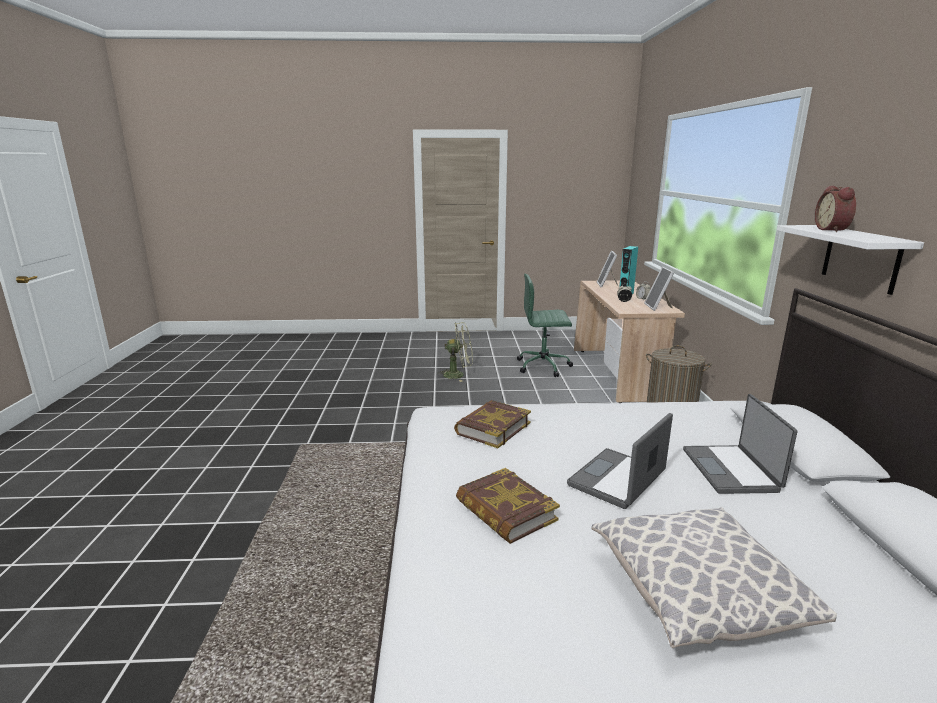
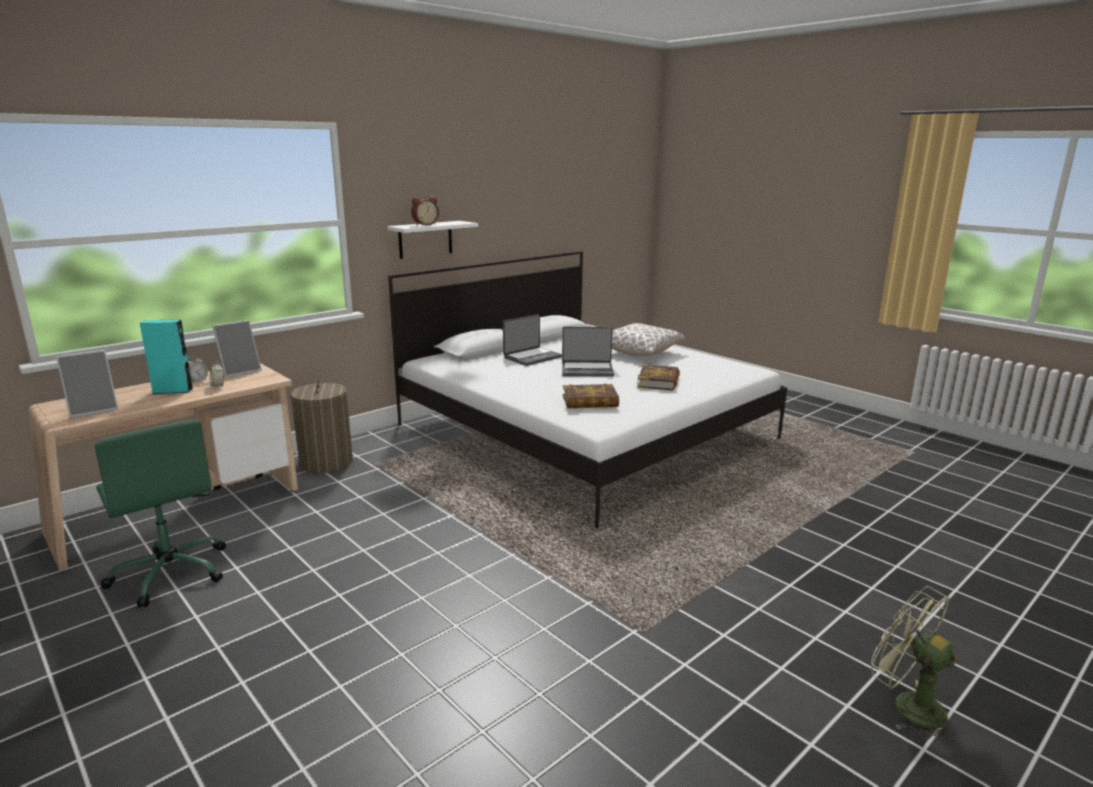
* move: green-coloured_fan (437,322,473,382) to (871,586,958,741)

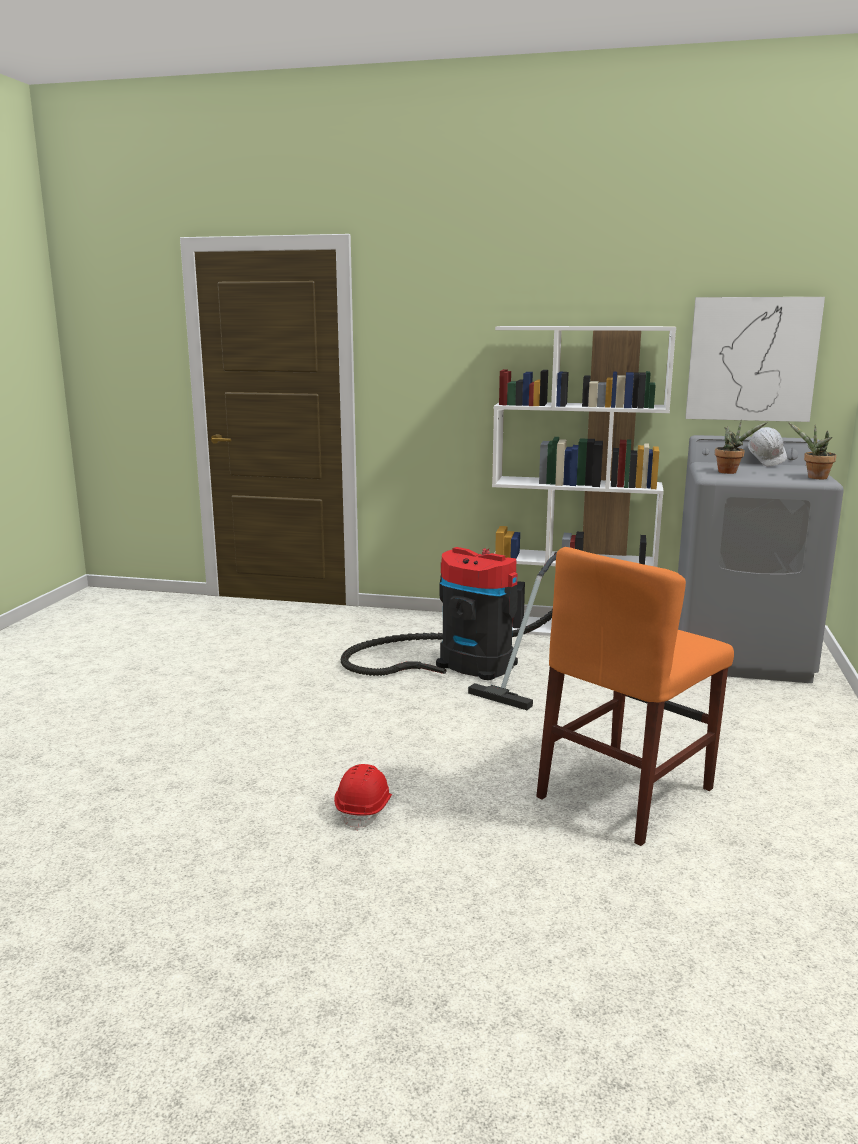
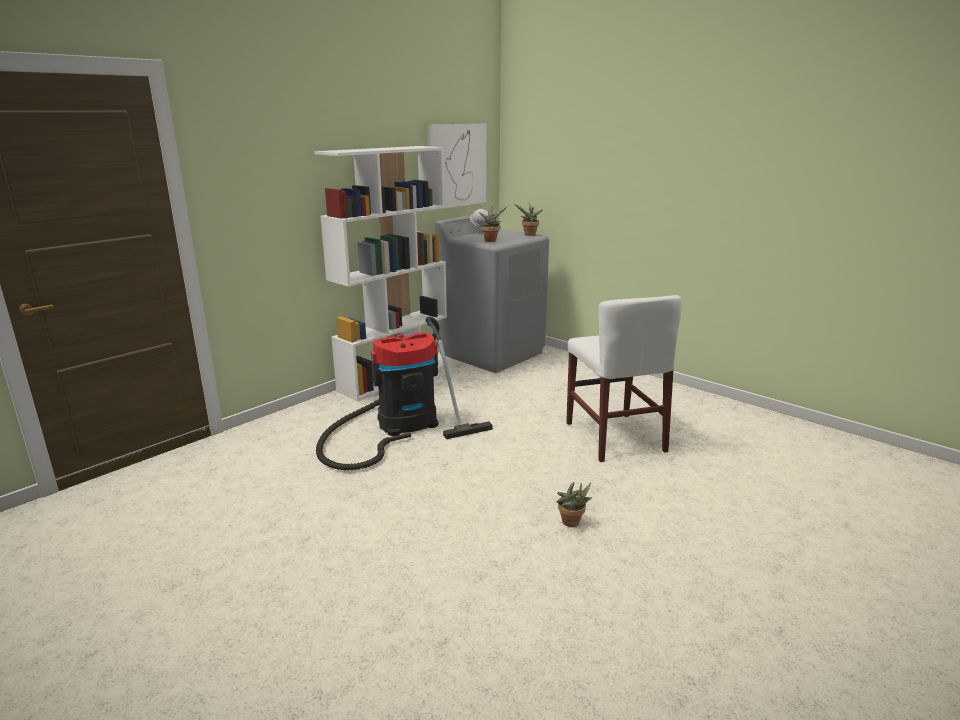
* replace: red-coloured_hard_hat (334,764,392,830) to plant_in_a_pot (556,482,593,527)
* recolor: orange-coloured_chair (536,547,734,846) to whitish_chair (566,295,682,462)

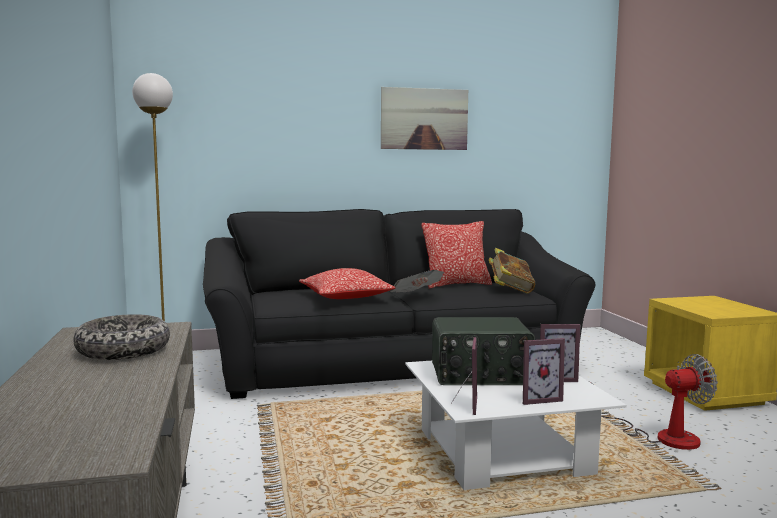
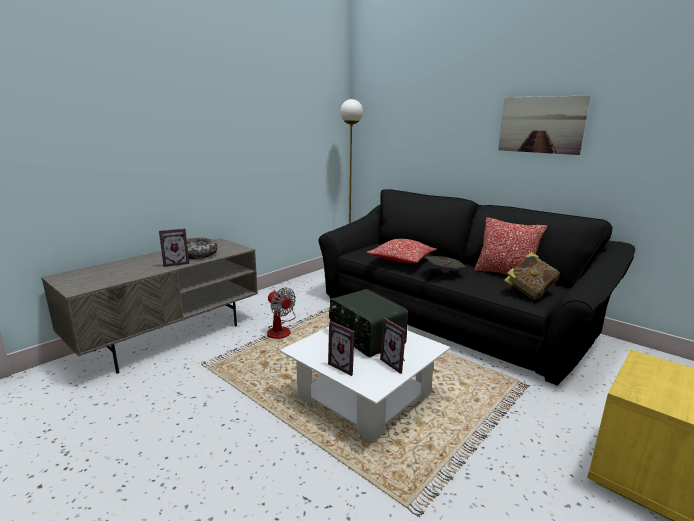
* move: standing_frame (451,337,477,415) to (159,229,189,267)
* move: fan (589,354,718,450) to (267,288,296,339)

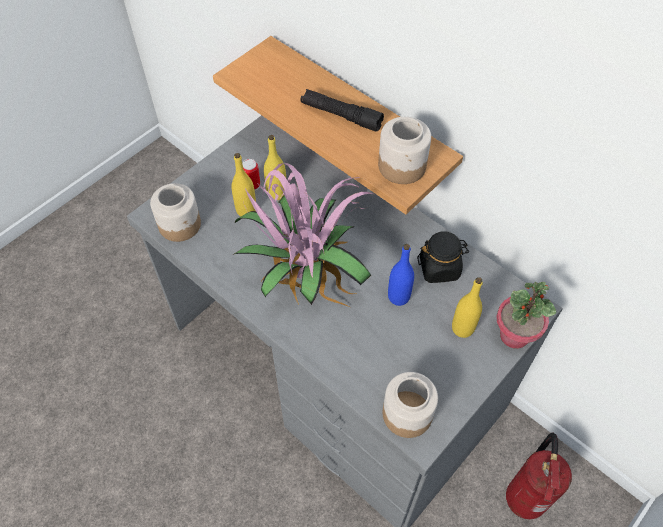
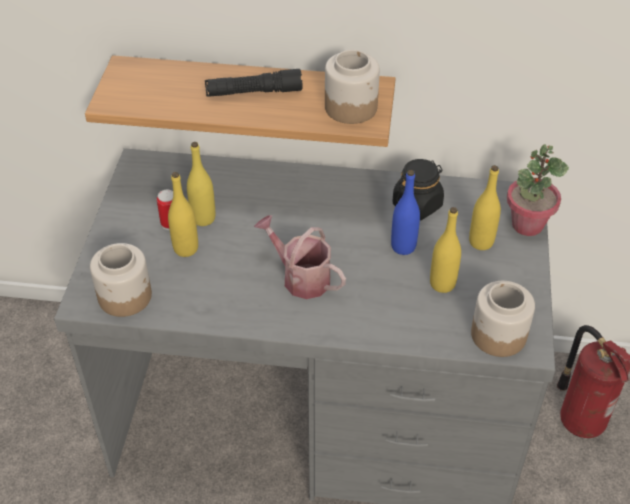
* replace: plant_in_a_pot (233,163,375,308) to sprinkling_can (254,215,346,299)
* insert: yellow_bottle (430,207,461,293)

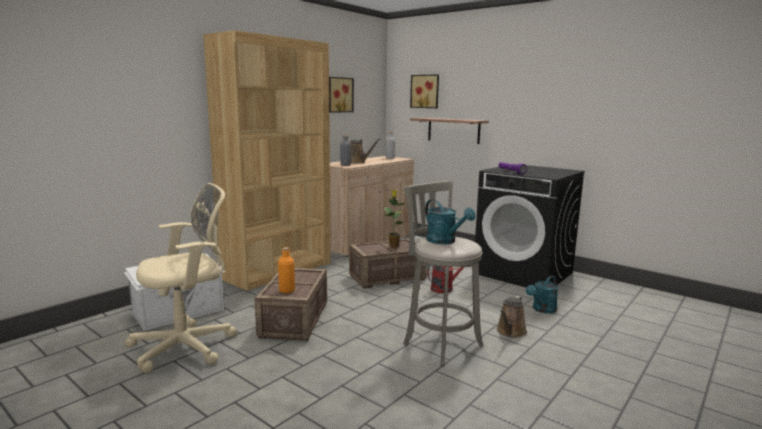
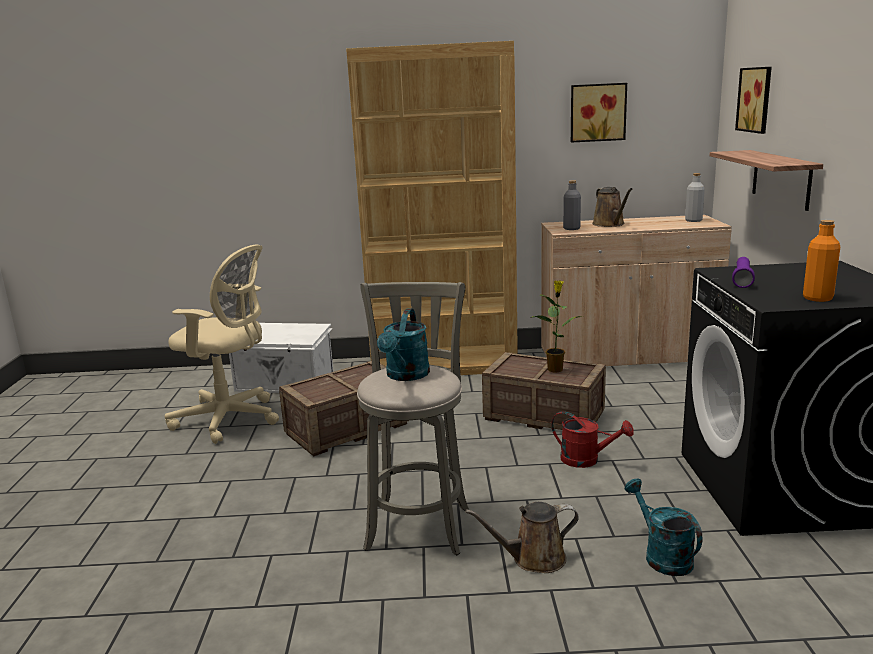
* rotate: turquoise_sprinkling_can (526,275,559,313) = (624,478,702,576) 60 degrees clockwise
* move: orange-coloured_bottle (278,247,295,293) to (803,220,840,302)

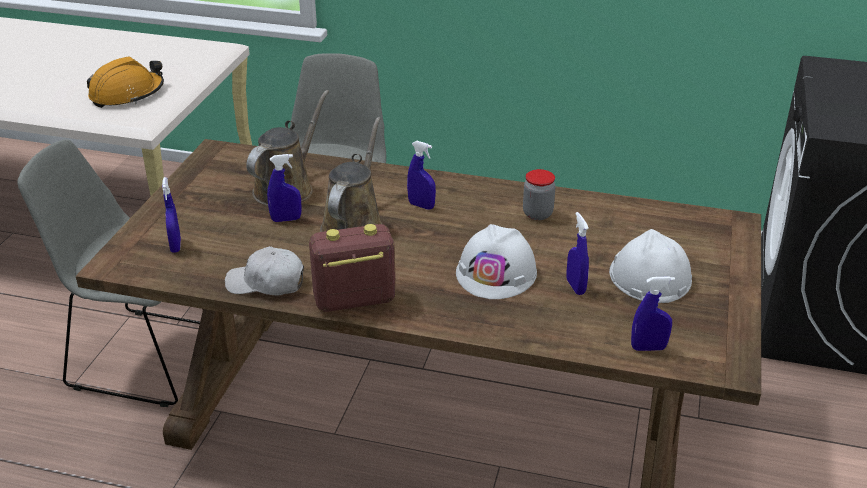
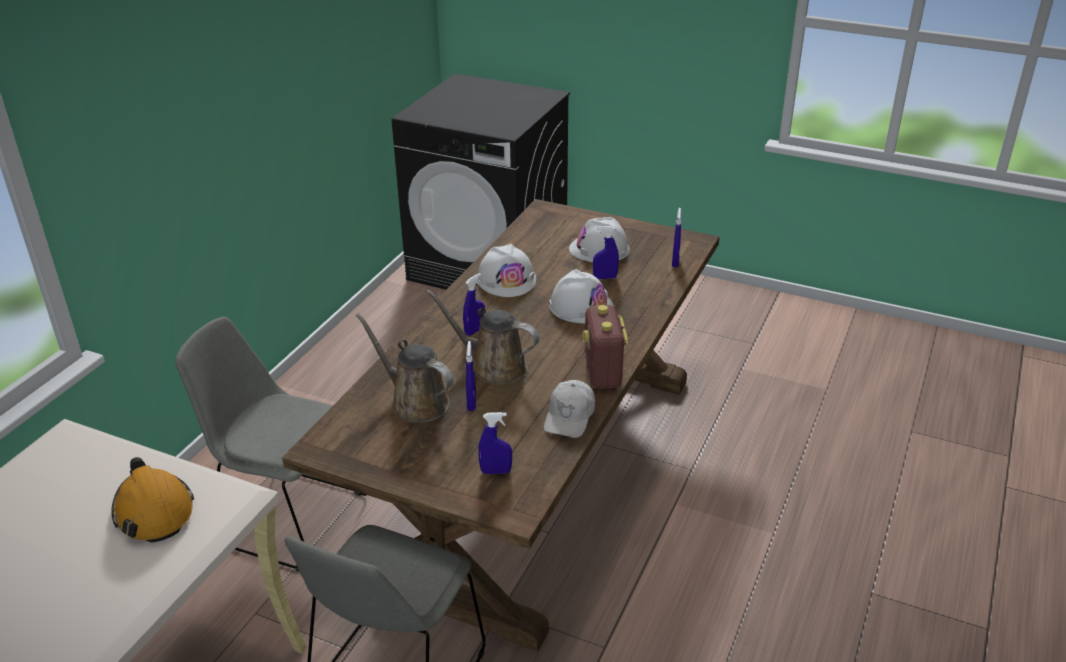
* replace: storage_jar (523,169,556,220) to whitish_hard_hat (478,244,537,297)

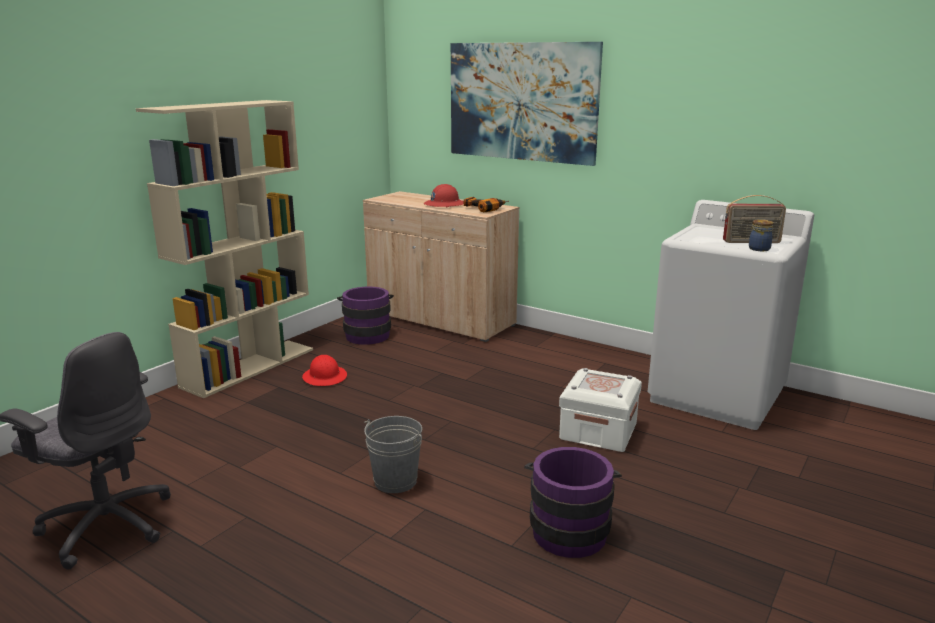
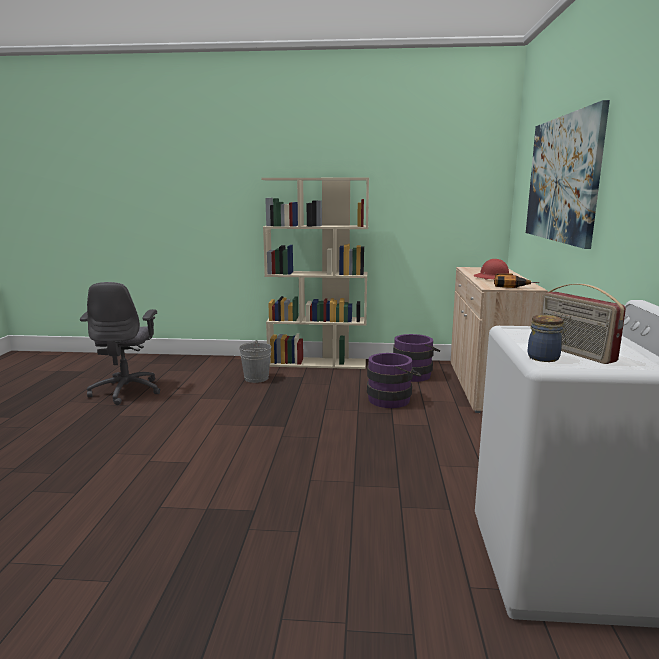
* move: grey_water_bucket (364,416,422,493) to (239,340,271,383)
* move: purple-coloured_water_bucket (524,447,622,558) to (367,353,422,408)
* delete: red-coloured_hard_hat (302,355,347,386)
* delete: whitish_storage_bin (559,368,642,452)

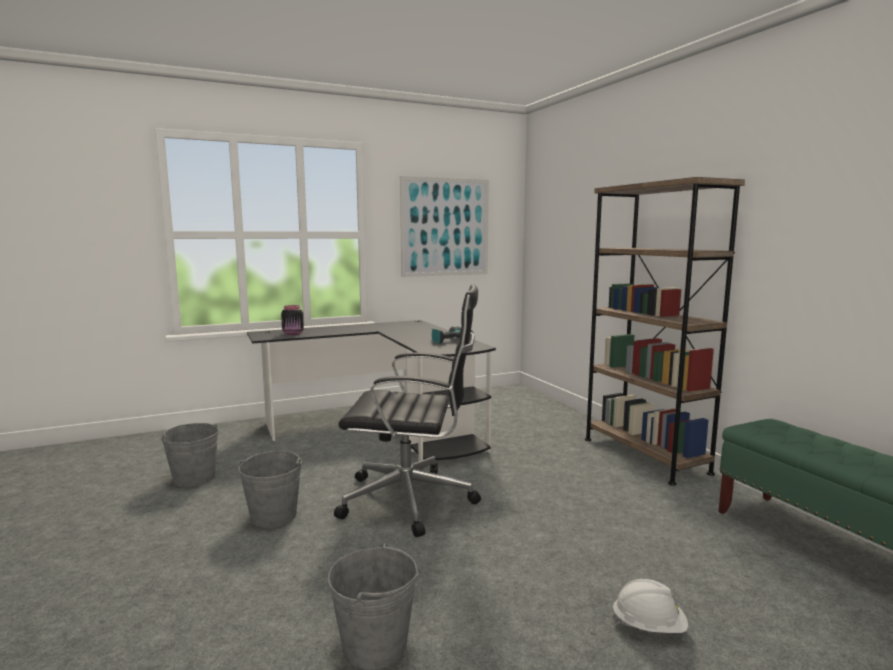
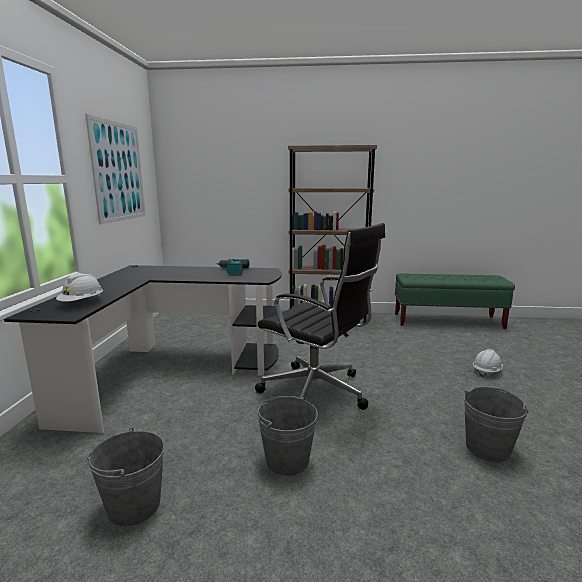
* replace: black-coloured_storage_jar (281,305,304,335) to whitish_hard_hat (56,273,103,302)
* rotate: black-coloured_office_chair (334,284,481,537) = (255,223,385,410) 90 degrees clockwise

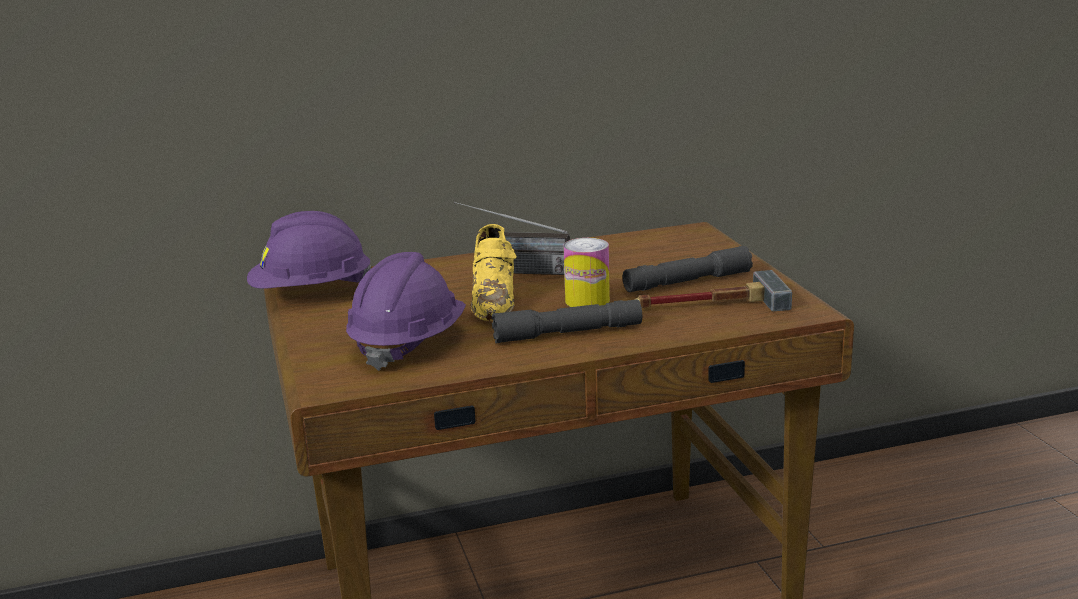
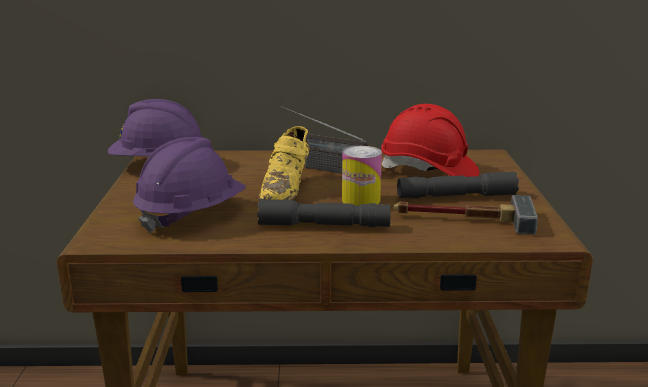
* insert: red-coloured_hard_hat (381,104,480,177)

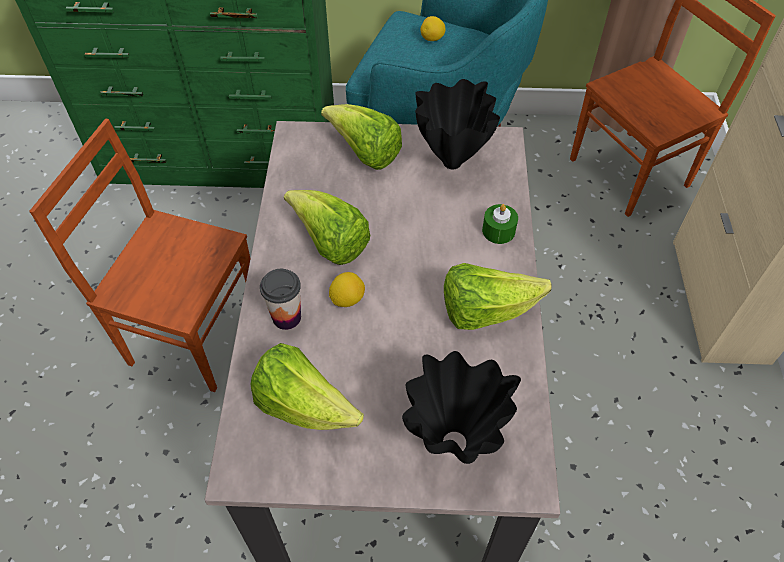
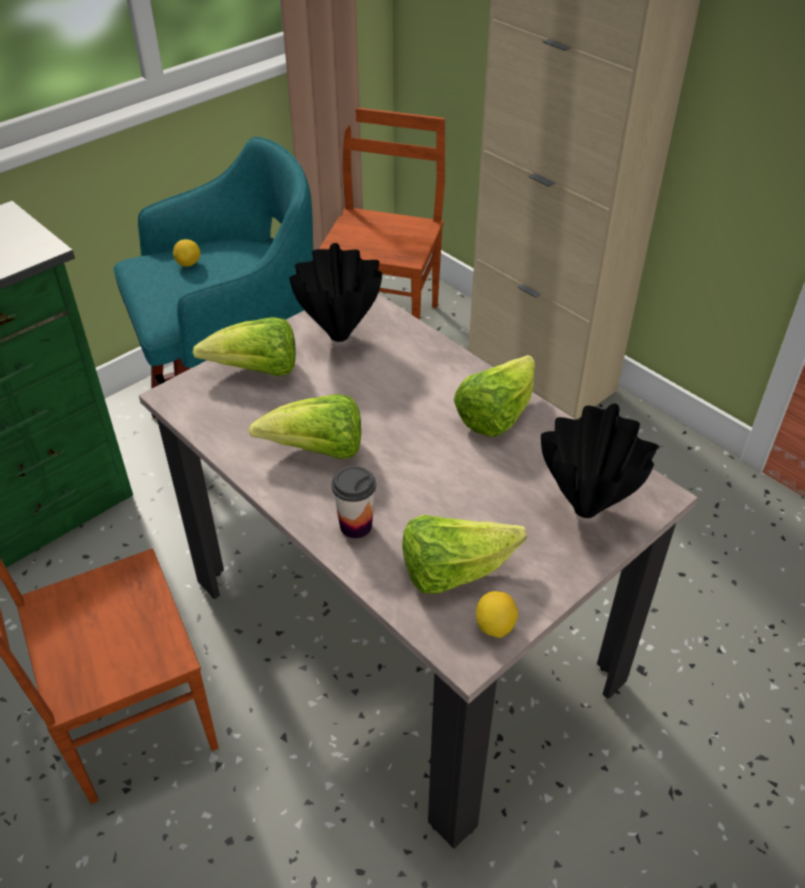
* move: citrus_fruit (329,272,365,307) to (476,591,518,638)
* delete: green-coloured_wax_candle (482,204,518,244)

